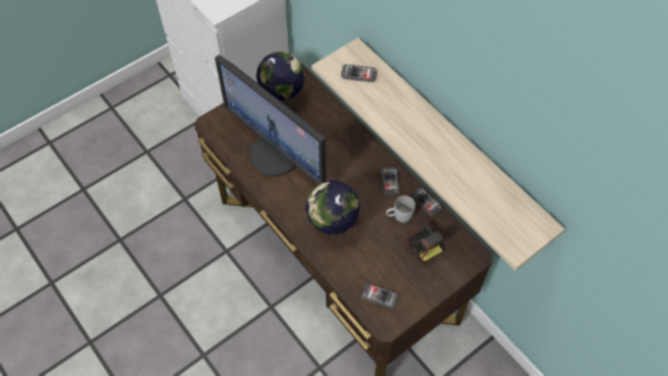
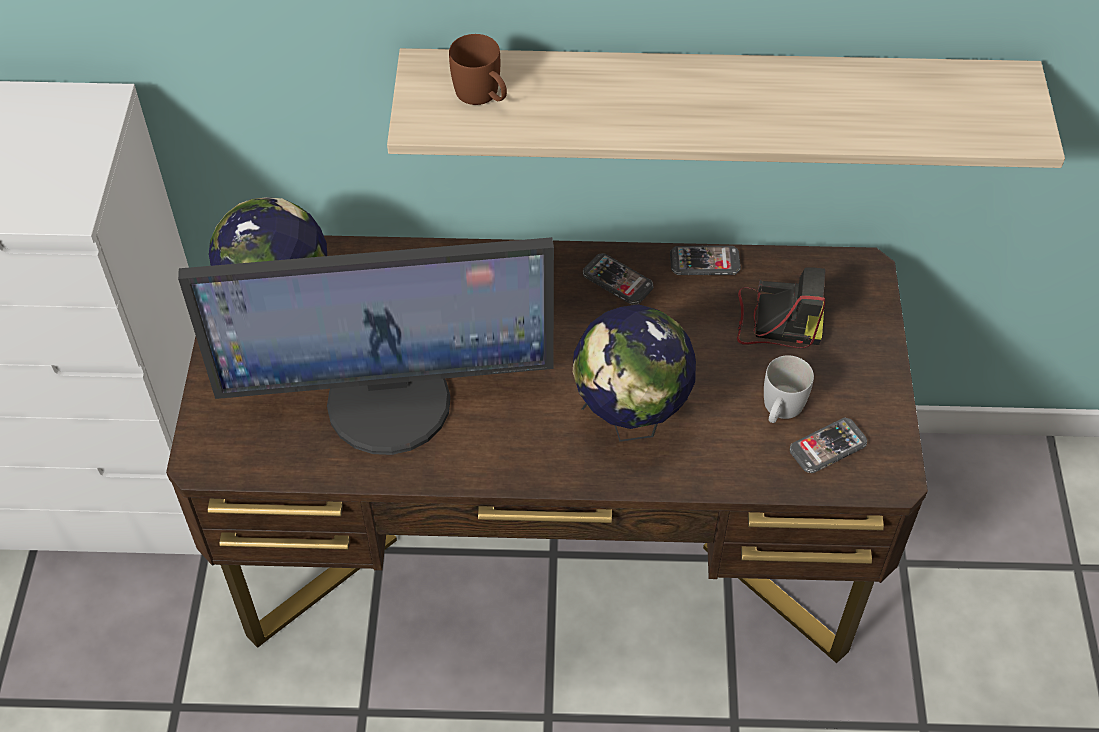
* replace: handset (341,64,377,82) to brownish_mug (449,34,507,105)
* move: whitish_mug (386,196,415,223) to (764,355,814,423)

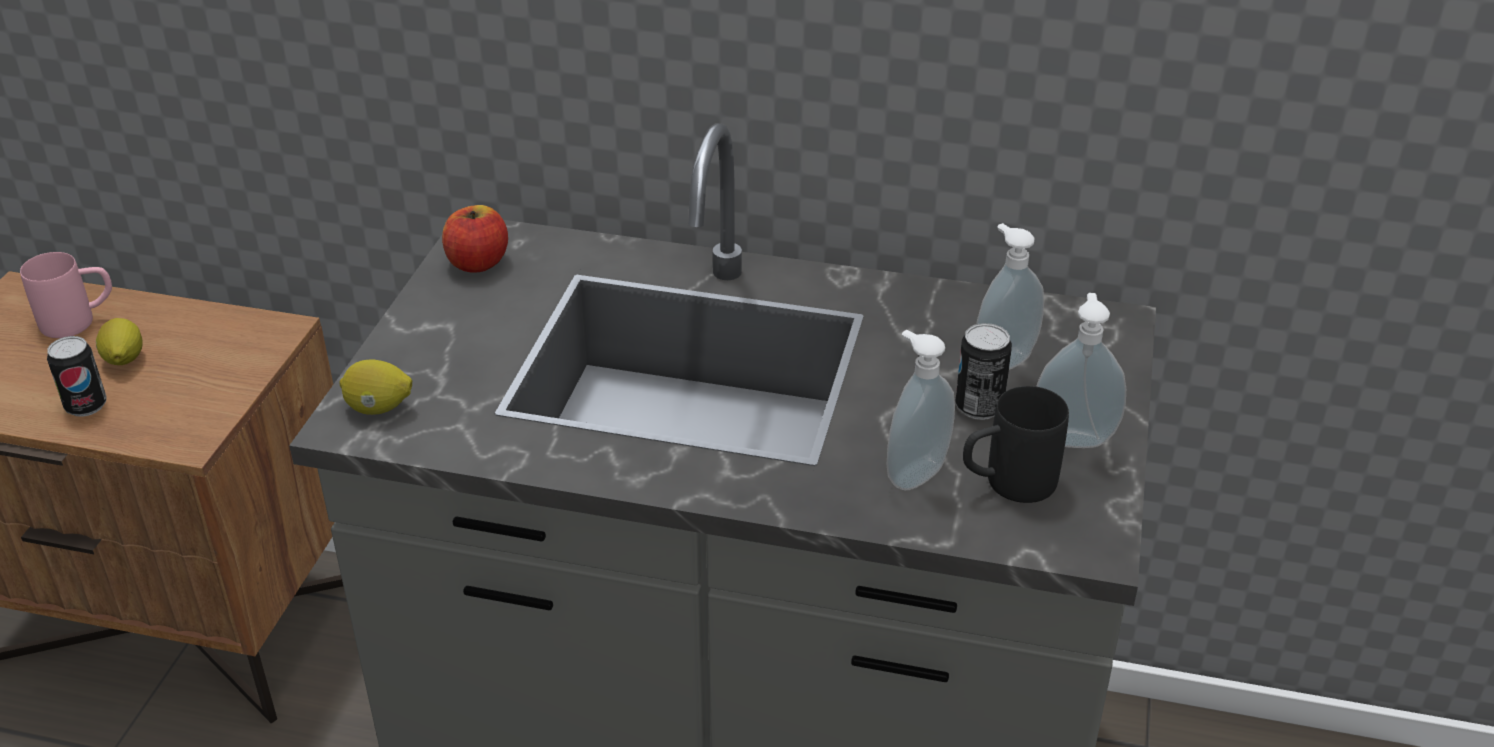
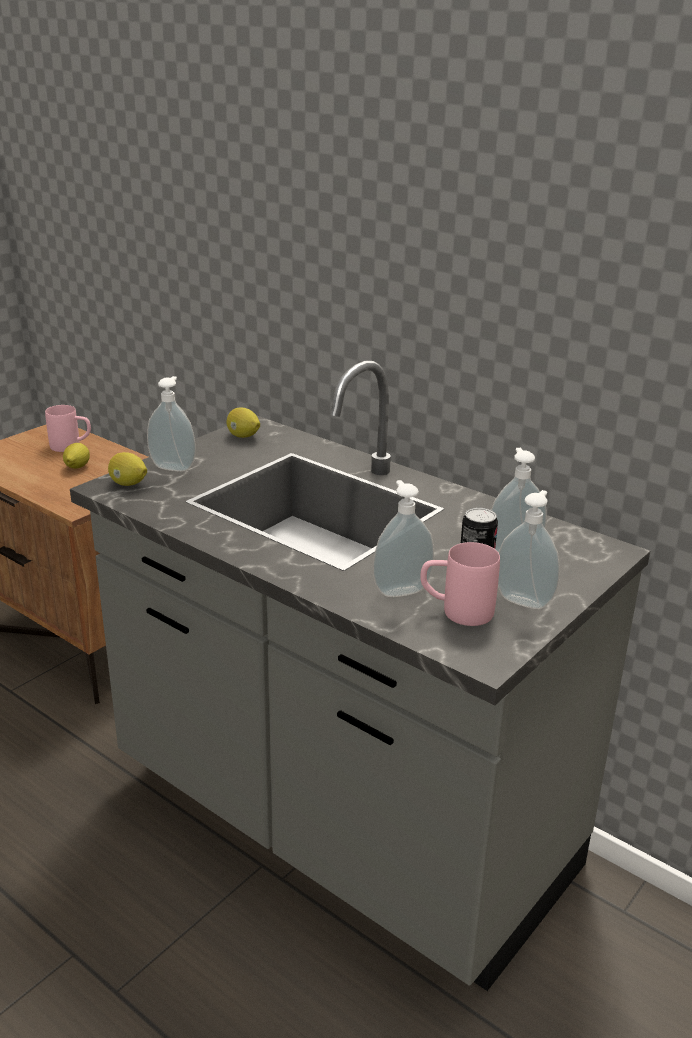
* insert: soap_dispenser (147,376,196,472)
* replace: apple_fruit (442,205,508,273) to citrus_fruit (226,408,260,438)
* recolor: black-coloured_mug (963,386,1069,503) to pinkish_mug (420,542,500,626)
* delete: sealed_can (47,336,106,417)

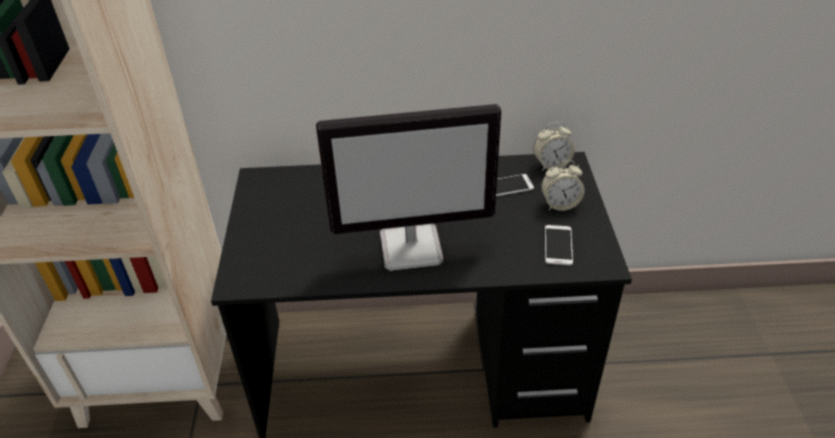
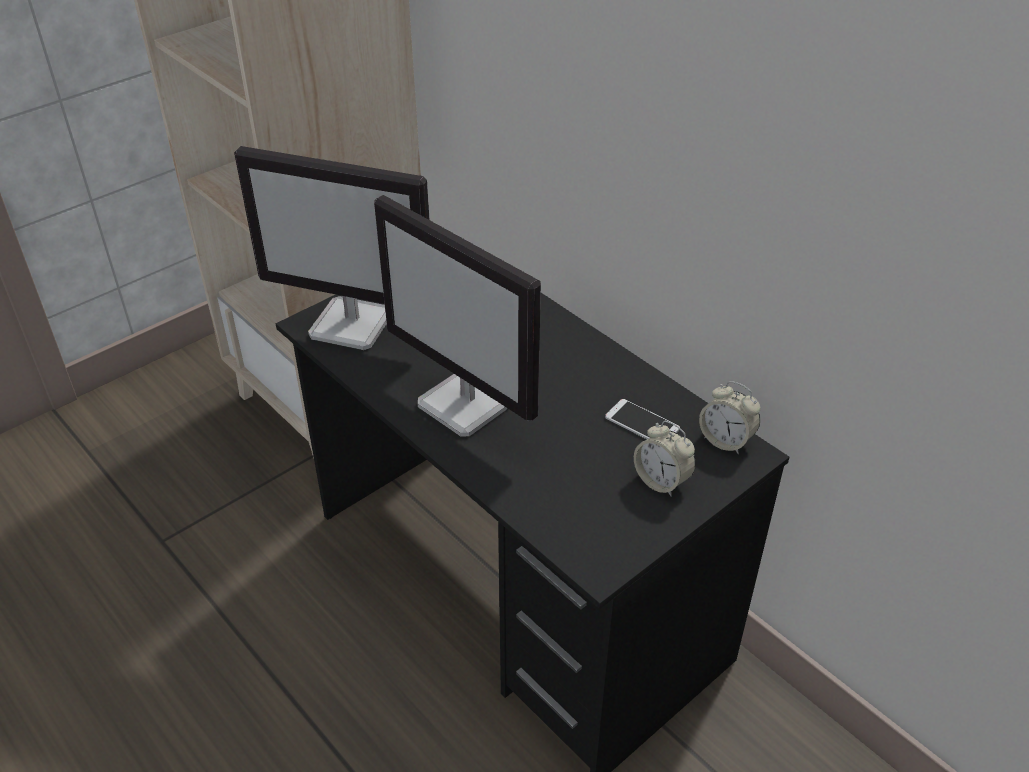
* insert: computer_screen (234,146,430,350)
* delete: handset (545,225,573,265)

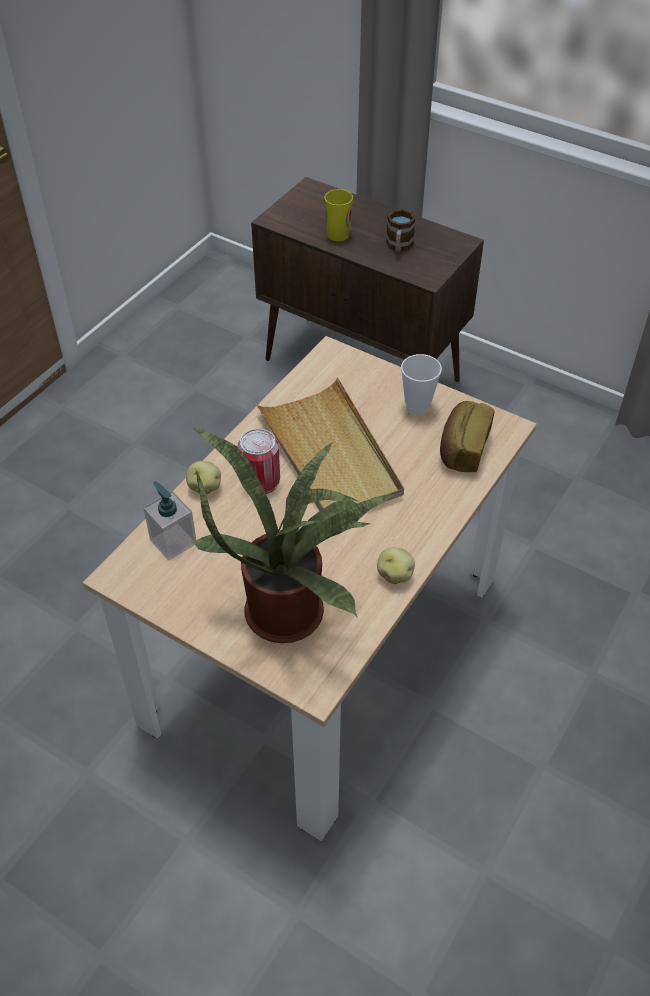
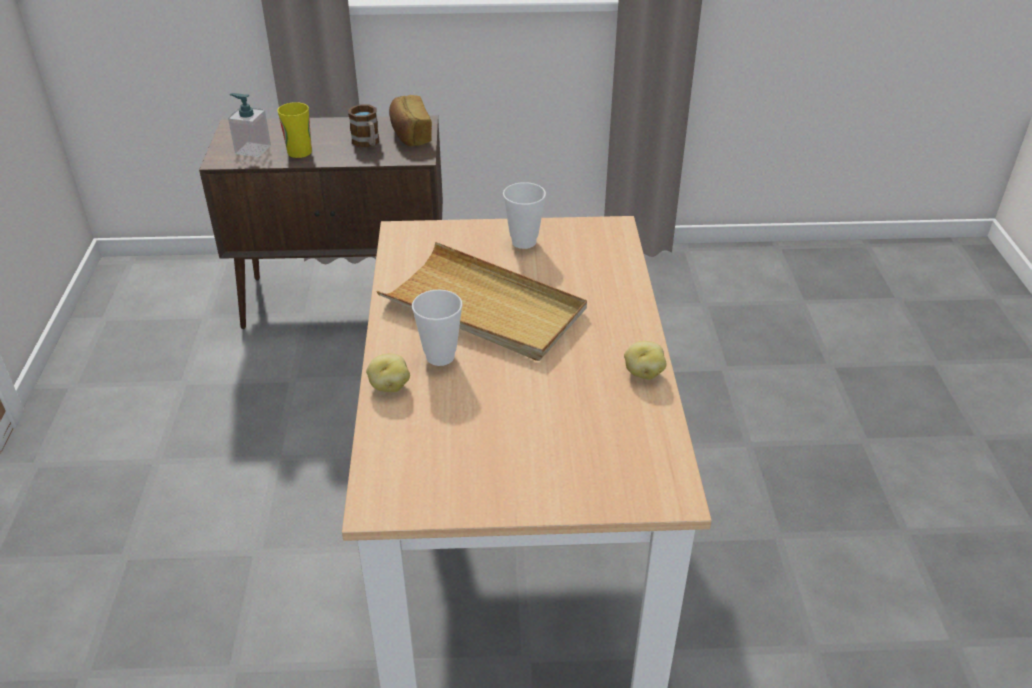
* move: soap_dispenser (143,481,196,561) to (228,93,271,157)
* move: bakery_bread (440,401,494,472) to (389,95,432,146)
* replace: sealed_can (238,429,280,494) to cup (412,290,463,366)
* delete: plant_in_a_pot (192,426,398,643)

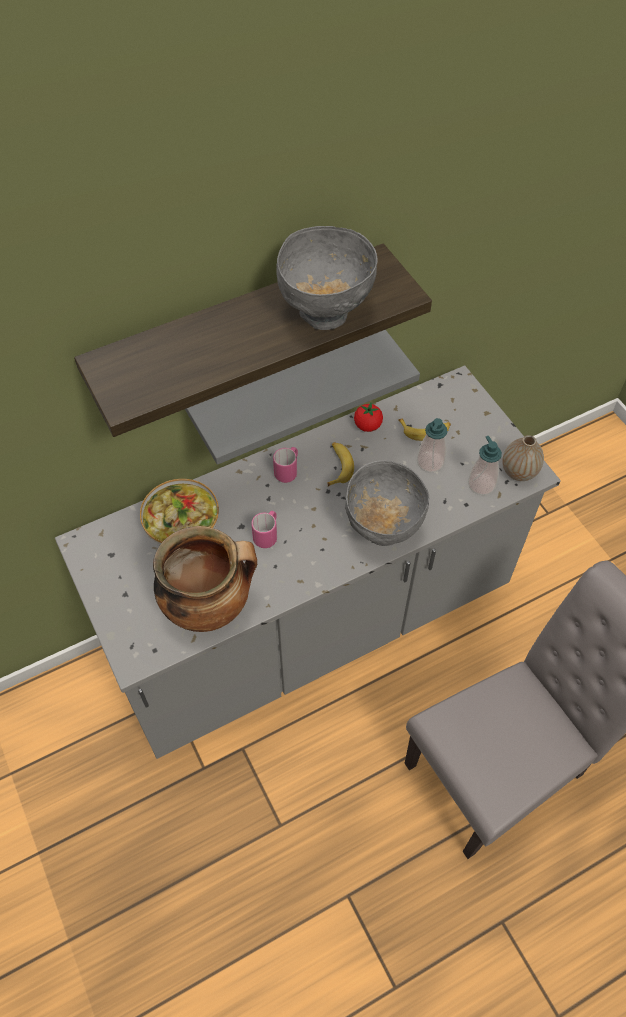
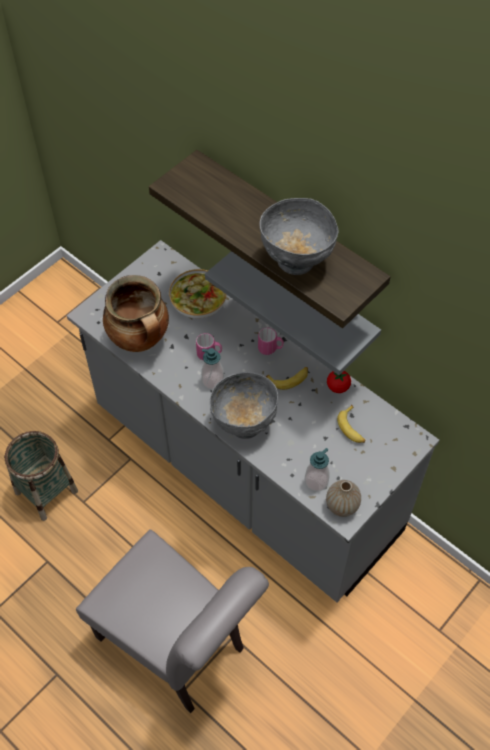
* insert: storage_basket (4,431,78,521)
* move: soap_dispenser (417,418,447,473) to (201,348,224,390)

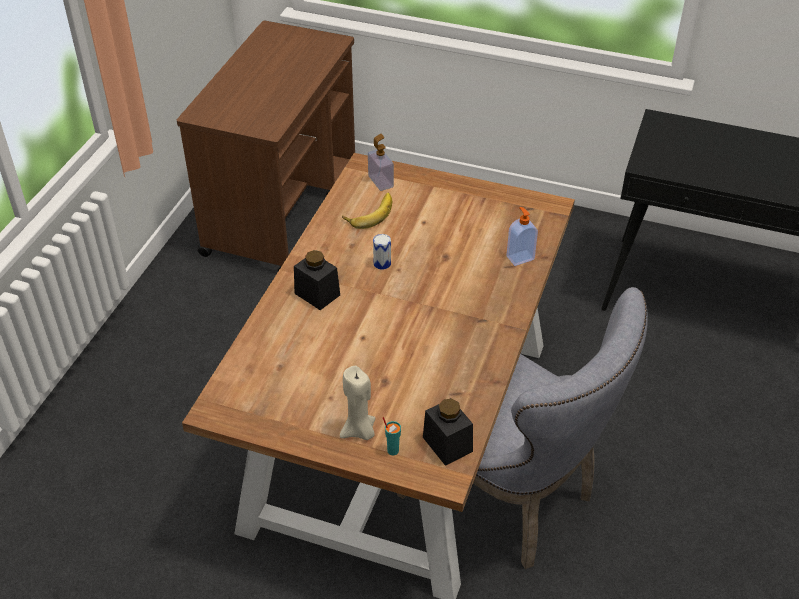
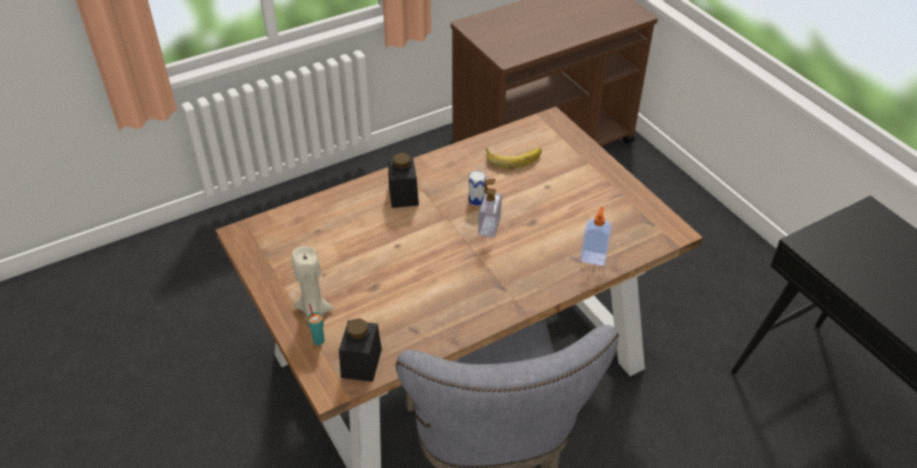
* move: soap_dispenser (368,134,394,191) to (478,179,502,237)

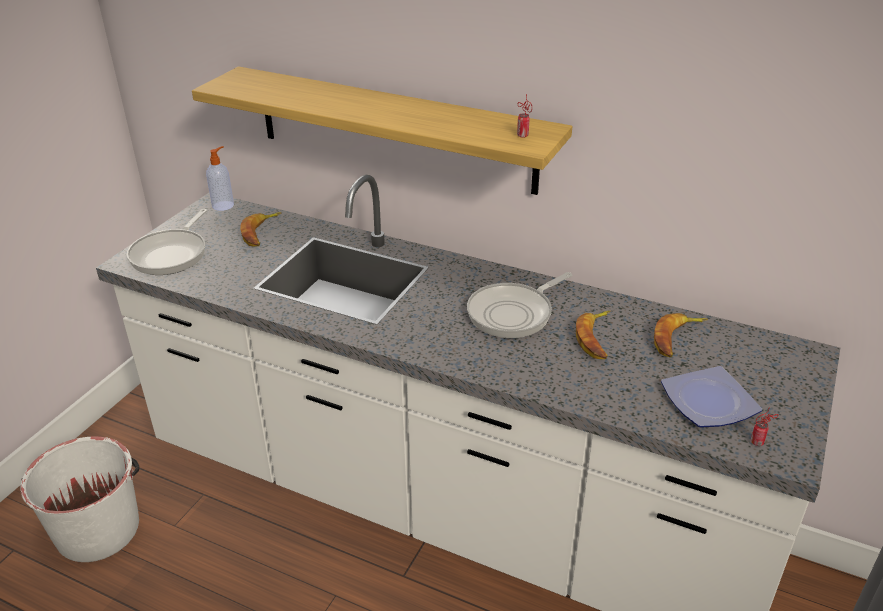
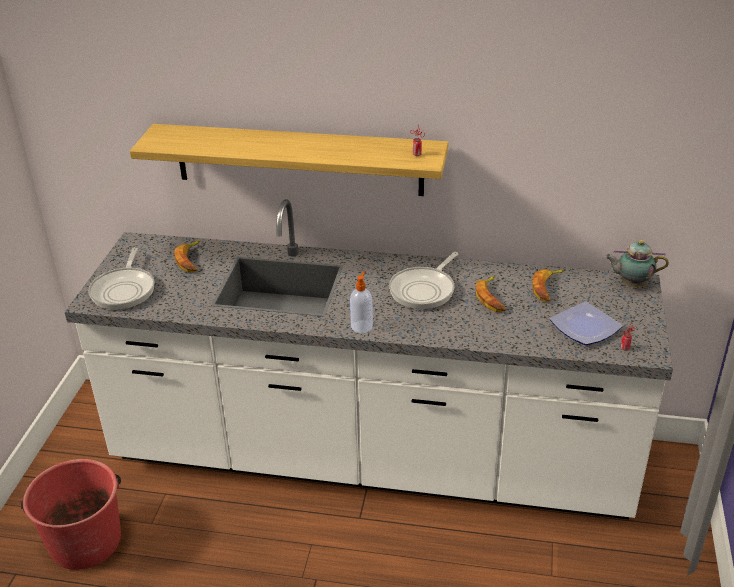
* recolor: whitish_water_bucket (20,436,140,562) to red-coloured_water_bucket (21,459,121,570)
* move: soap_dispenser (206,146,234,211) to (350,271,373,333)
* insert: tea_pot (605,240,669,287)

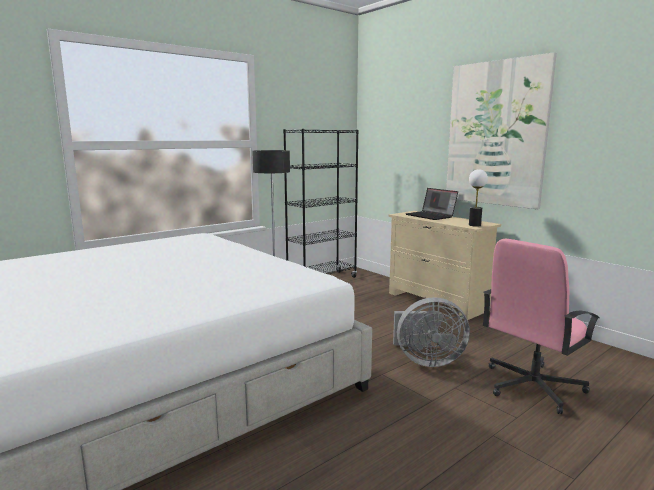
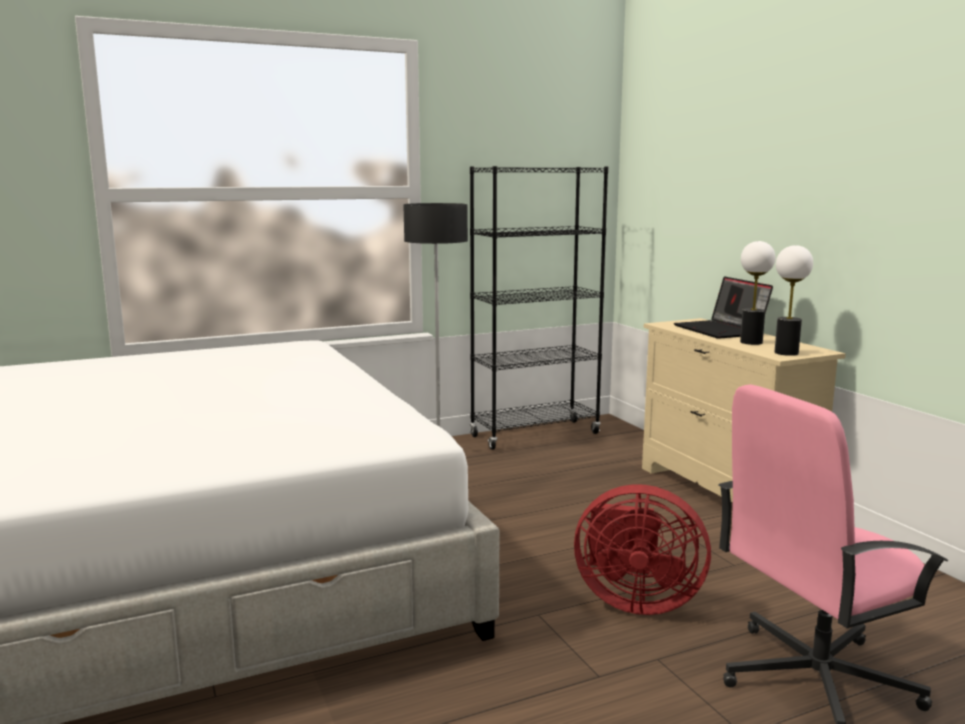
* recolor: grey_fan (393,297,470,367) to red-coloured_fan (574,484,711,615)
* insert: table_lamp (740,241,775,345)
* delete: picture (446,52,557,209)

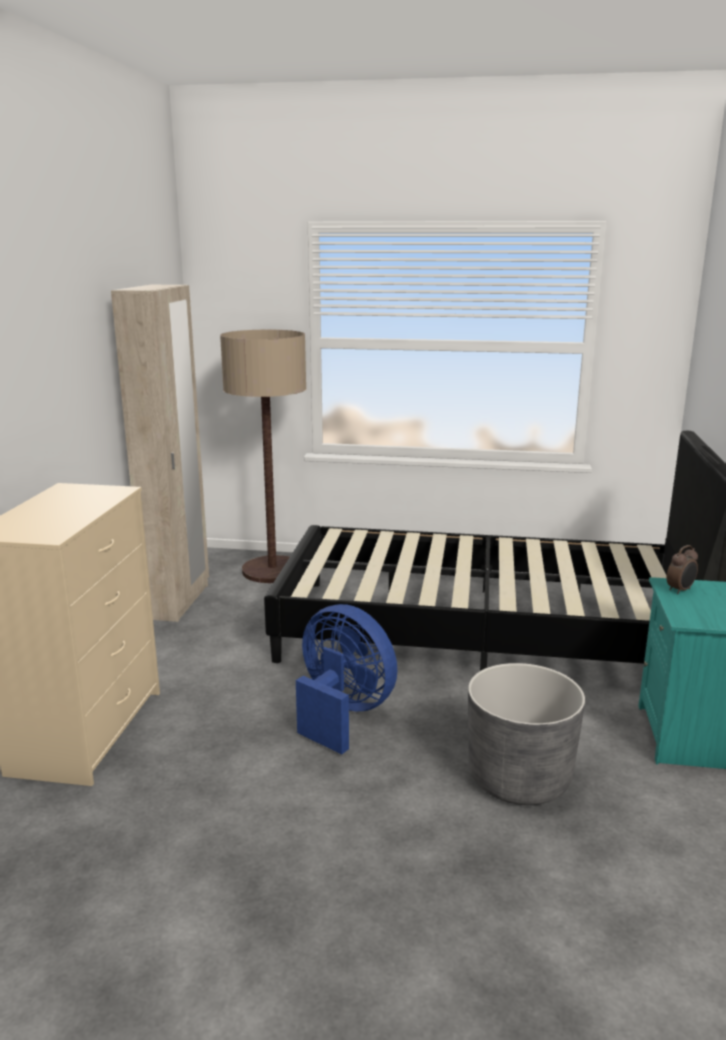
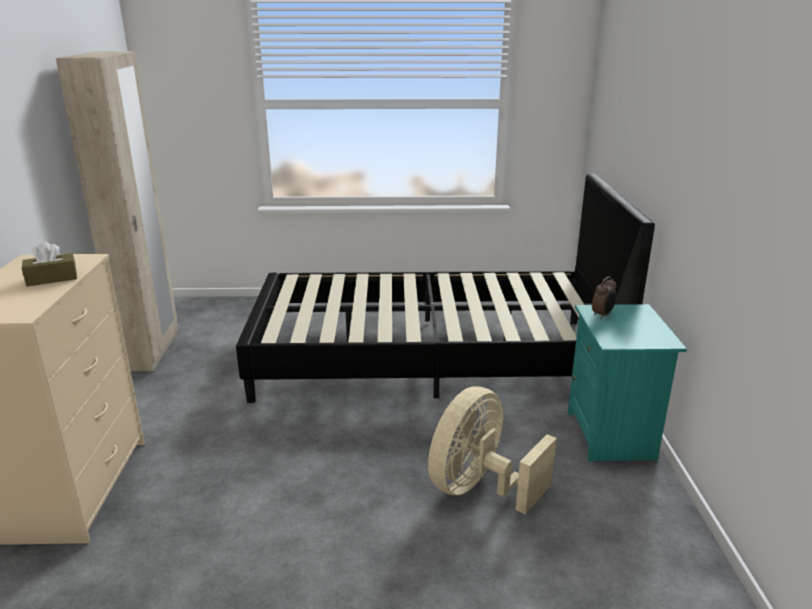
* insert: brownish_tissue_holder (22,241,77,286)
* replace: grey_flower_pot (468,663,585,805) to sand-coloured_fan (428,387,557,514)
* delete: standing_lamp (220,330,307,583)
* delete: blue_fan (296,604,397,754)

